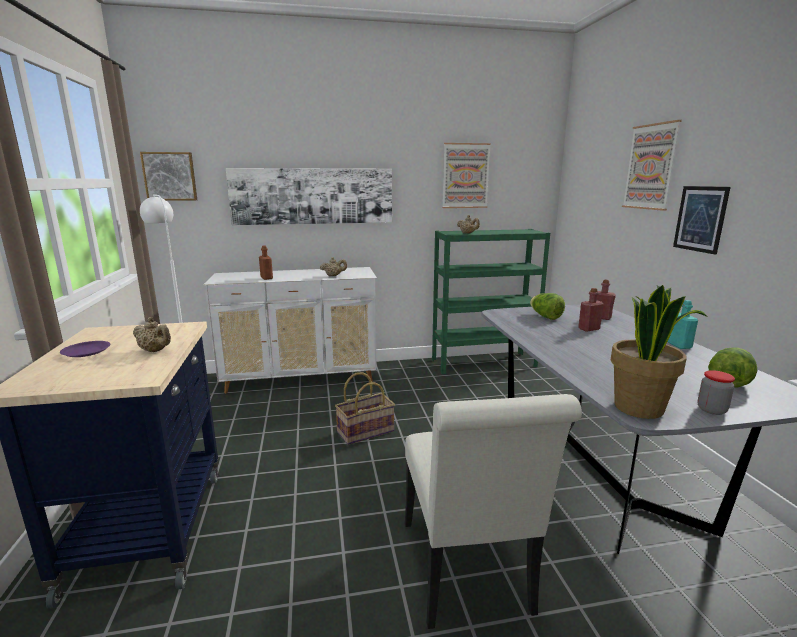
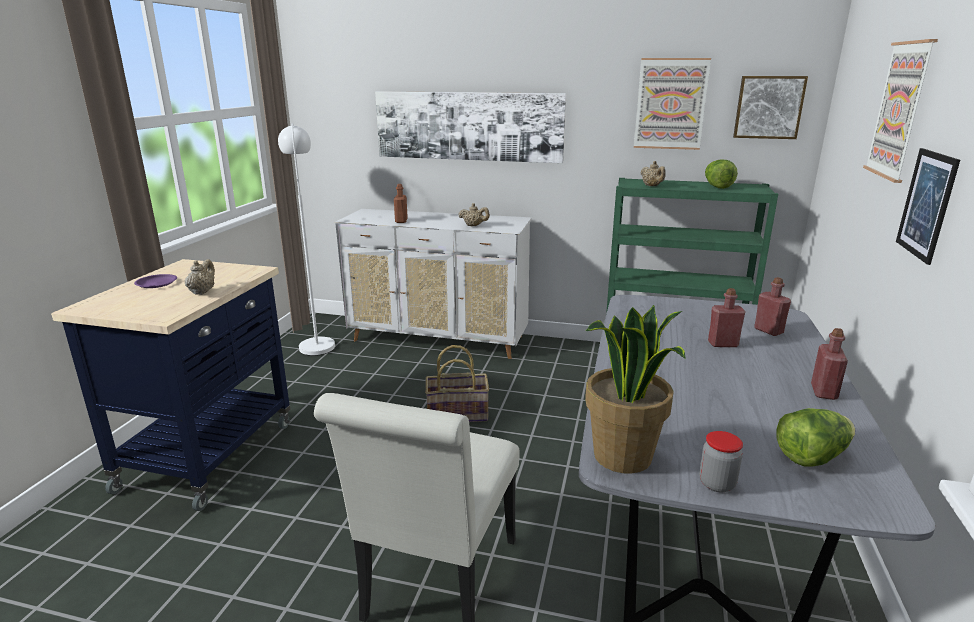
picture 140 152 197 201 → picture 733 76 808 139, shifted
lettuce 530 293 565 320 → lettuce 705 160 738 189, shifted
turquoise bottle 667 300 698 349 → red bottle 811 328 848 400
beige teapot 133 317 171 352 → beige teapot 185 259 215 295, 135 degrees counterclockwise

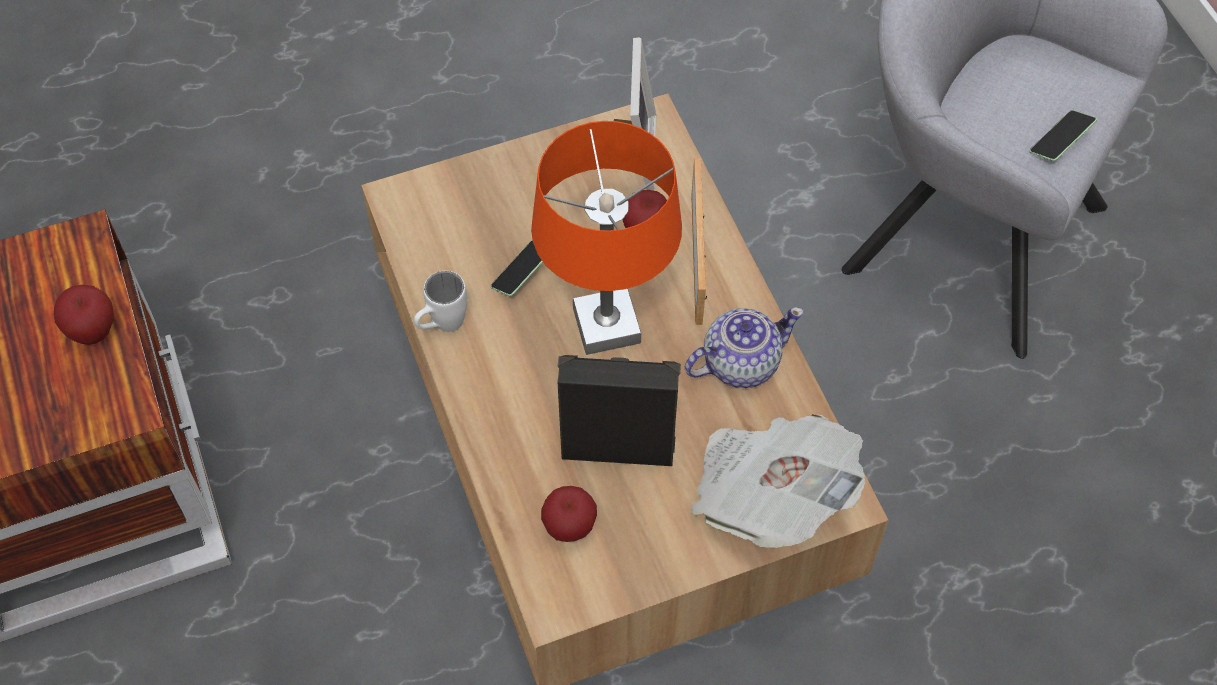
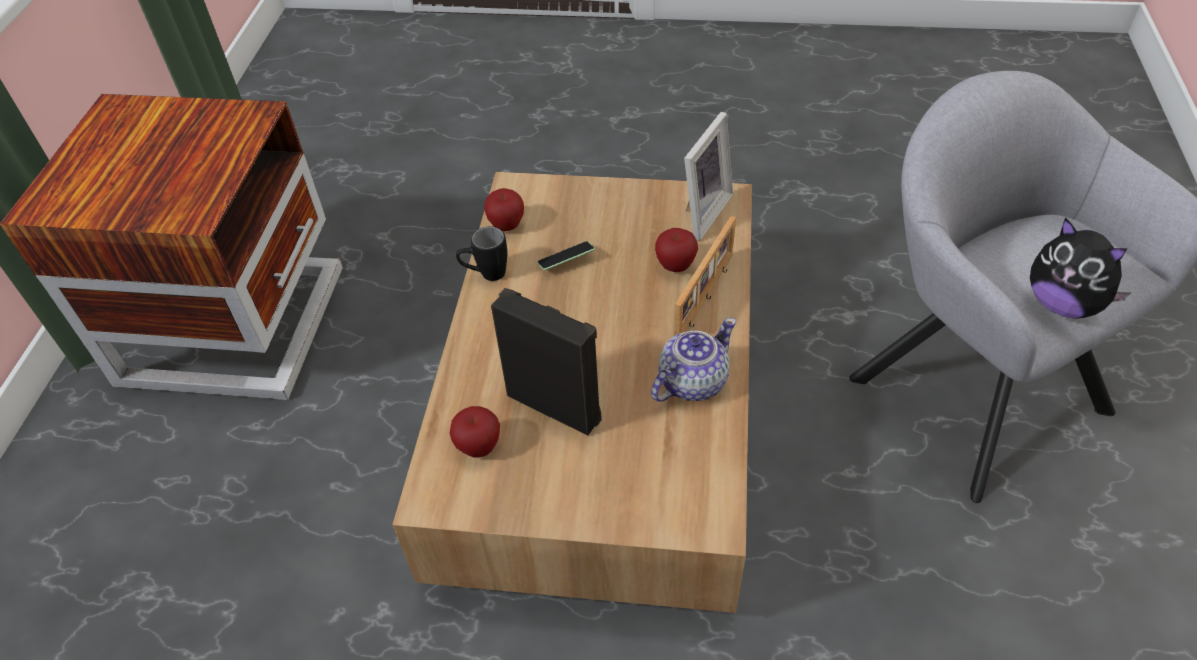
phone 1029 110 1097 161 → plush toy 1030 217 1131 319
orange table lamp 531 121 682 355 → -
white mug 414 271 467 332 → black mug 456 227 508 281
apple 54 284 114 345 → apple 484 188 524 232, shifted
teapot 685 307 804 388 → teapot 651 318 736 402, 45 degrees counterclockwise
newspaper 691 414 865 548 → -

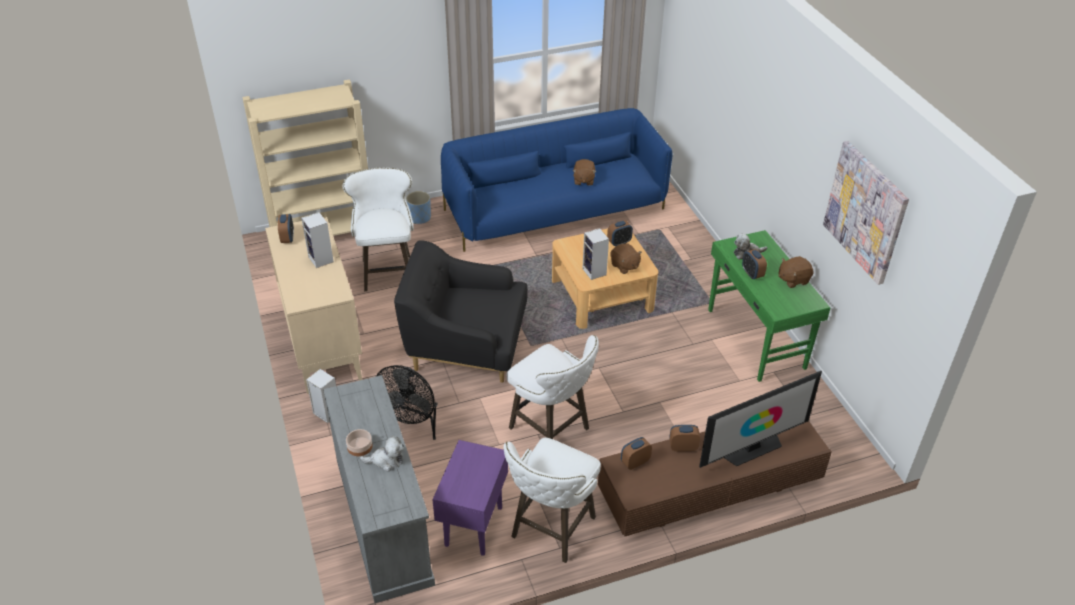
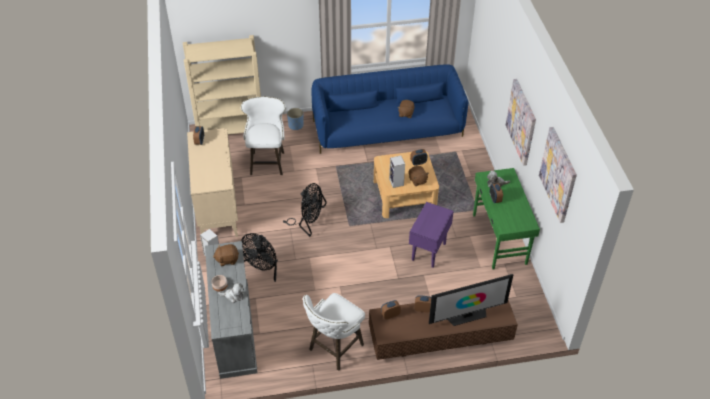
speaker 301 212 334 268 → -
black armchair 394 240 528 383 → black fan 283 183 327 237
brown plush toy 779 256 813 288 → brown plush toy 213 244 239 266, shifted
white stool 507 335 599 439 → -
purple side table 432 440 508 556 → purple side table 409 202 454 268, shifted
- → picture 506 79 536 166

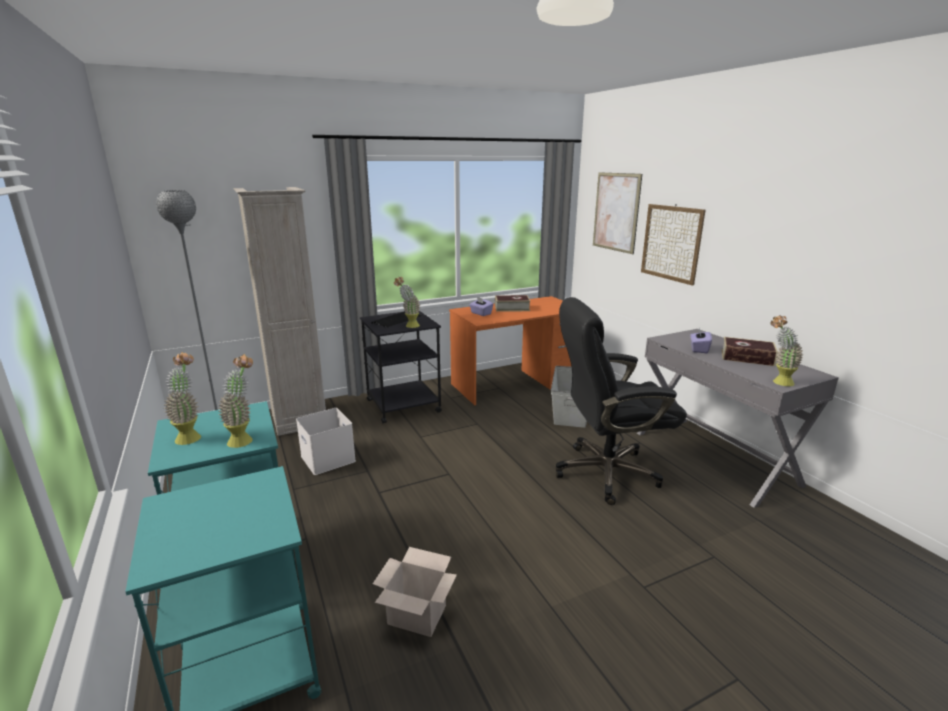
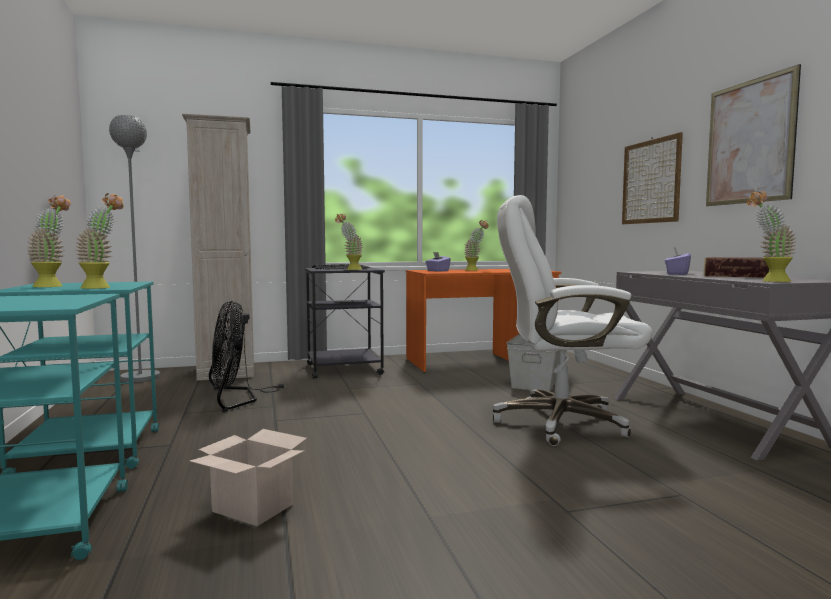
picture 593 172 642 254 → picture 706 64 801 206, shifted
book 495 295 531 312 → potted plant 464 220 489 271
black office chair 556 297 687 505 → white office chair 493 195 652 446
white storage box 296 408 356 475 → black fan 209 301 285 412

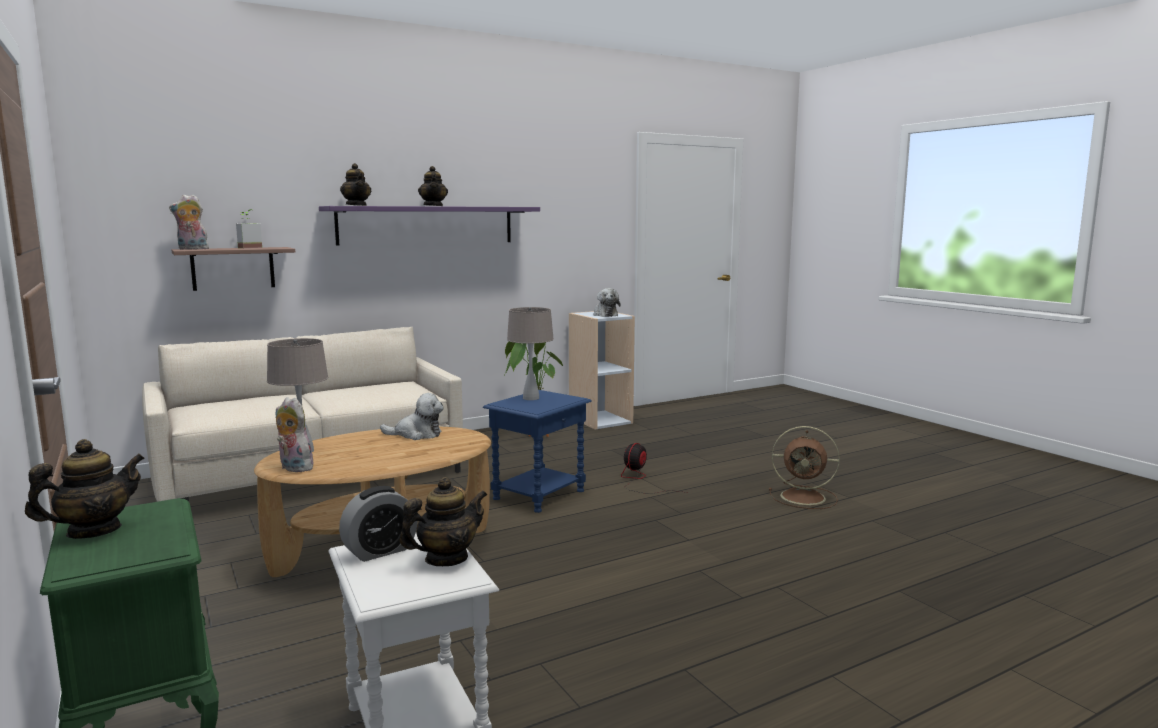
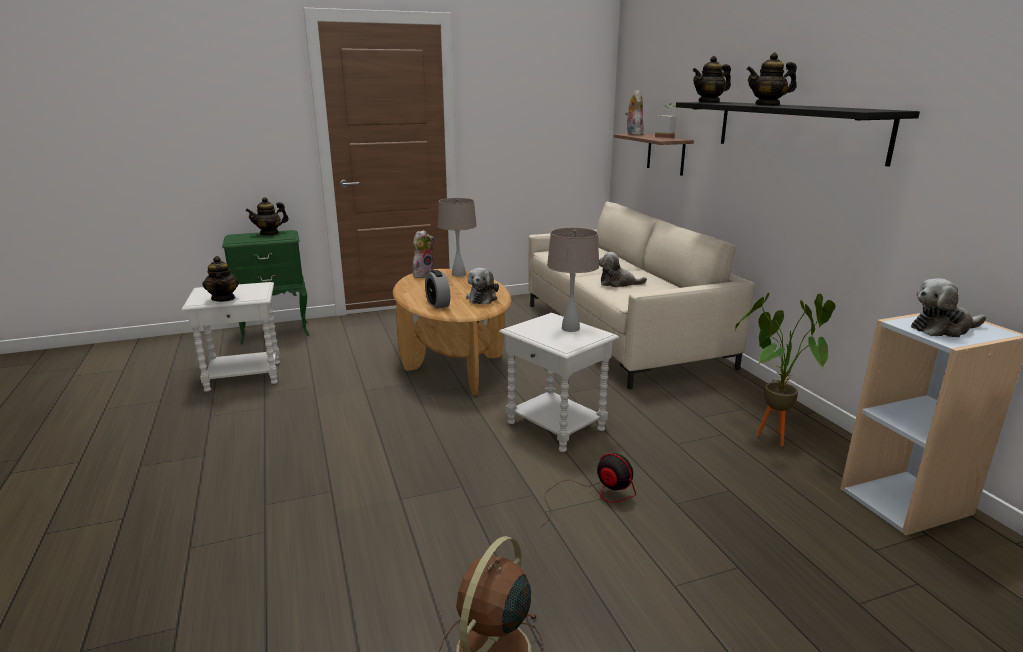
purple shelf 319 206 540 246 → black shelf 676 102 920 167
blue side table 483 390 592 513 → white side table 499 313 619 452
teapot 25 439 145 539 → teapot 245 197 288 236, 90 degrees clockwise
alarm clock 339 486 417 562 → alarm clock 425 270 450 309, shifted
- → plush toy 599 252 647 287

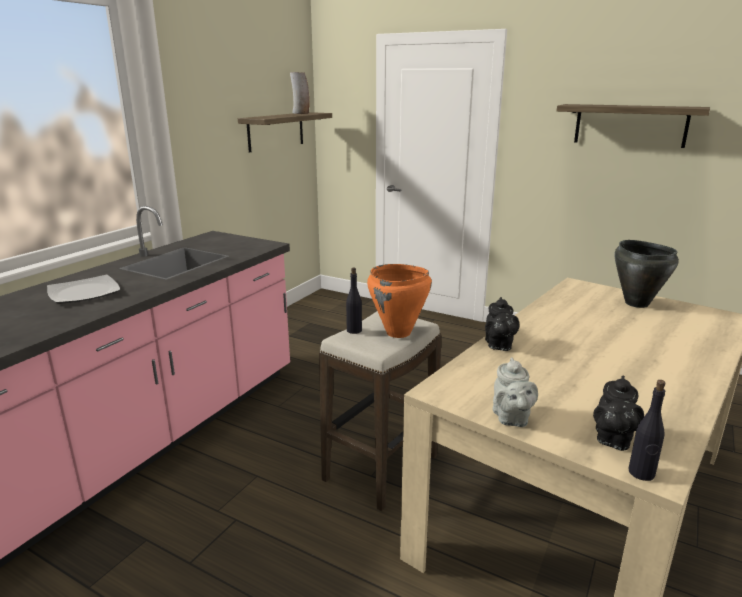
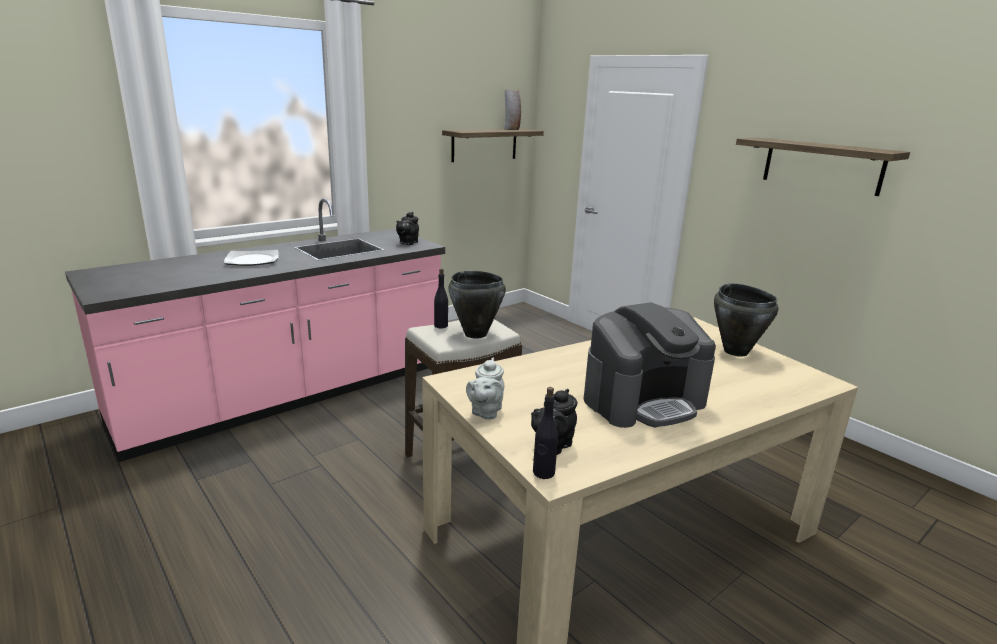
orange cooking pot 367 264 432 338 → black cooking pot 448 271 506 339
black teapot 485 297 519 351 → black teapot 396 212 419 245, shifted
- → coffee machine 584 302 716 428

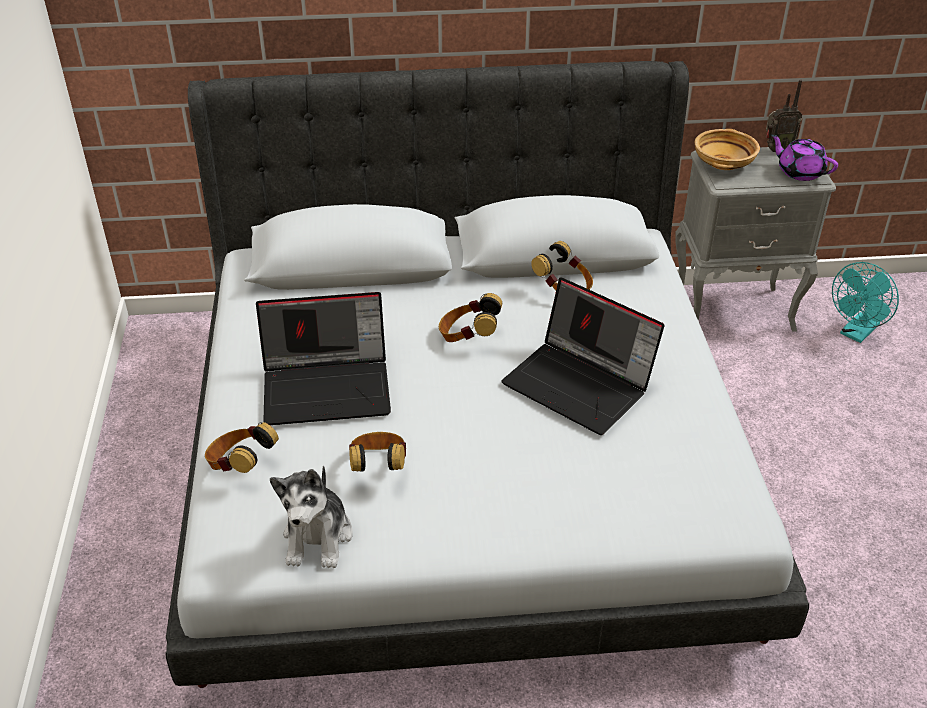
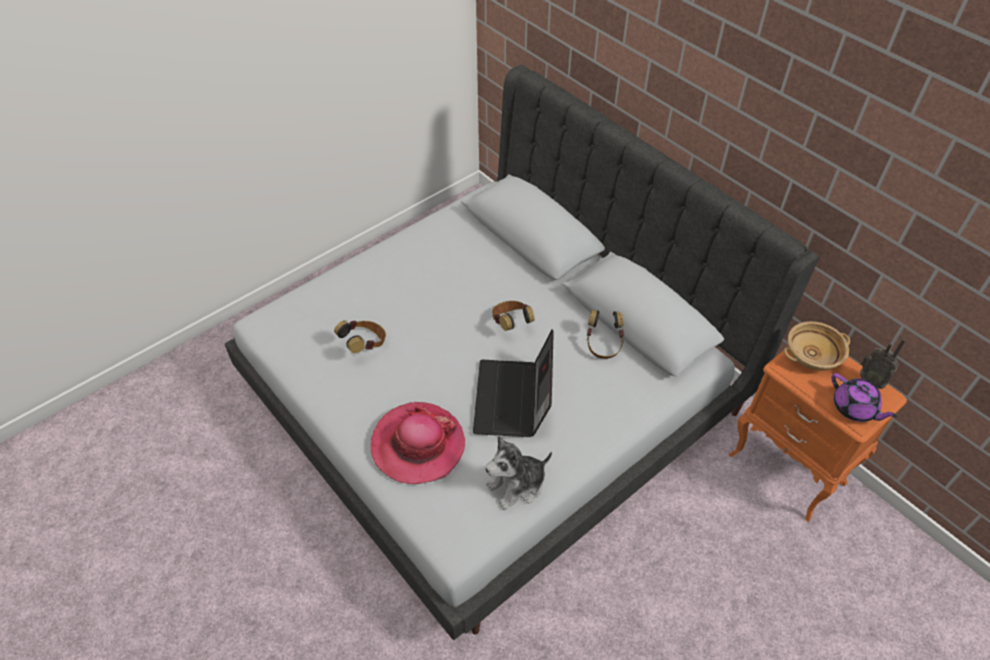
purple teapot 771 134 838 181 → purple teapot 831 373 897 422, 135 degrees clockwise
grey nightstand 675 147 836 331 → orange nightstand 729 350 907 522
turquoise fan 832 262 899 343 → -
laptop 256 292 391 425 → -
headphones 205 422 279 473 → -
plush toy 270 465 353 569 → plush toy 485 435 552 510, shifted
- → hat 371 402 465 484

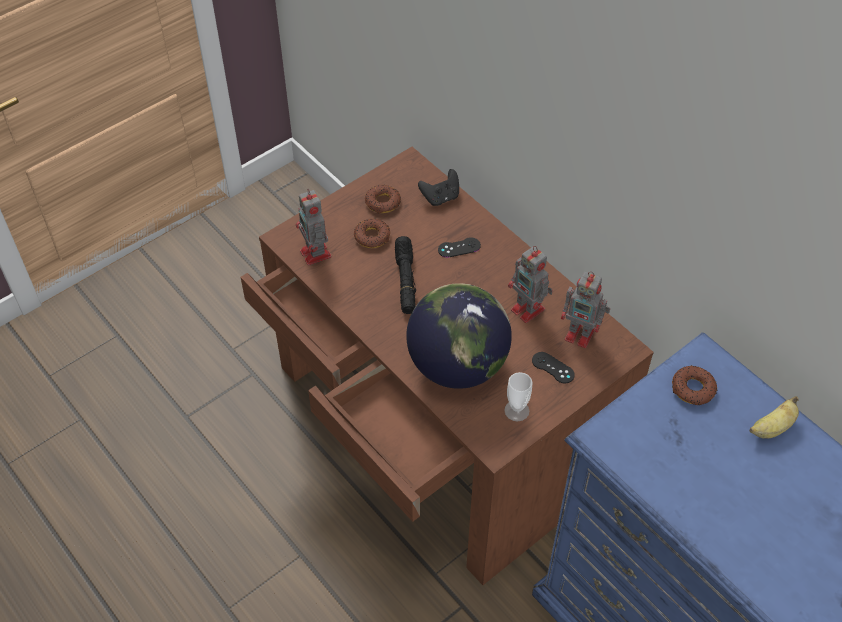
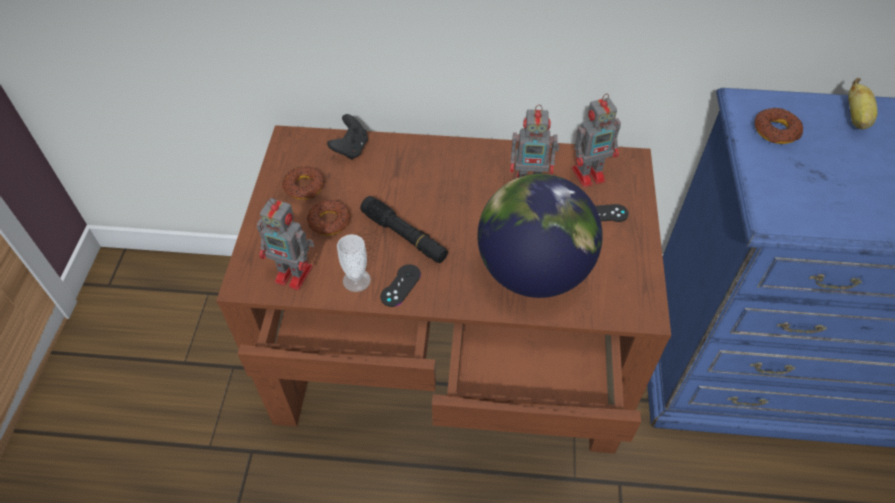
black game controller 438 237 481 258 → black game controller 380 264 421 307, shifted
cup 504 372 533 422 → cup 337 234 371 292, shifted

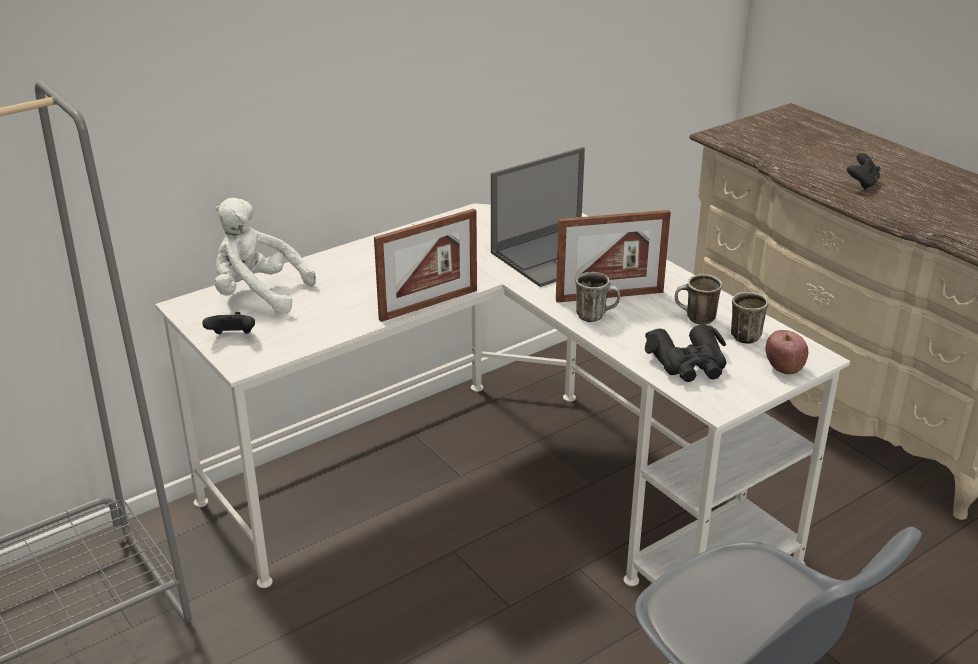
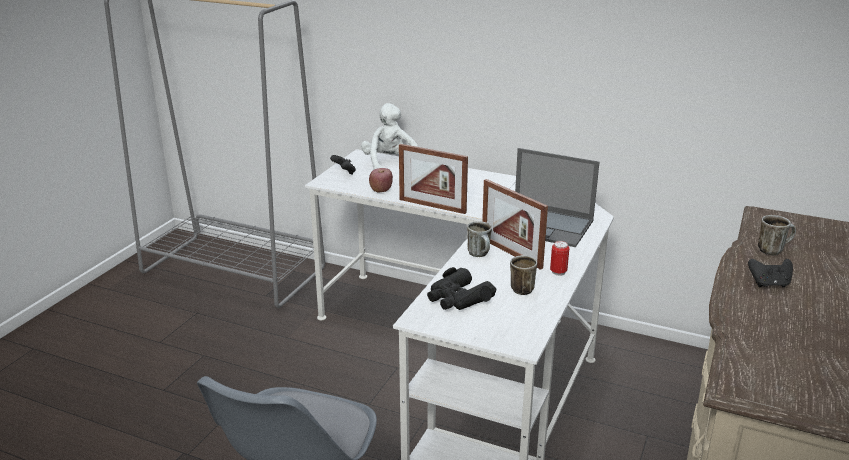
mug 731 292 768 344 → mug 758 215 796 256, shifted
apple 766 330 808 374 → apple 369 168 393 192, shifted
- → can 550 241 569 276

